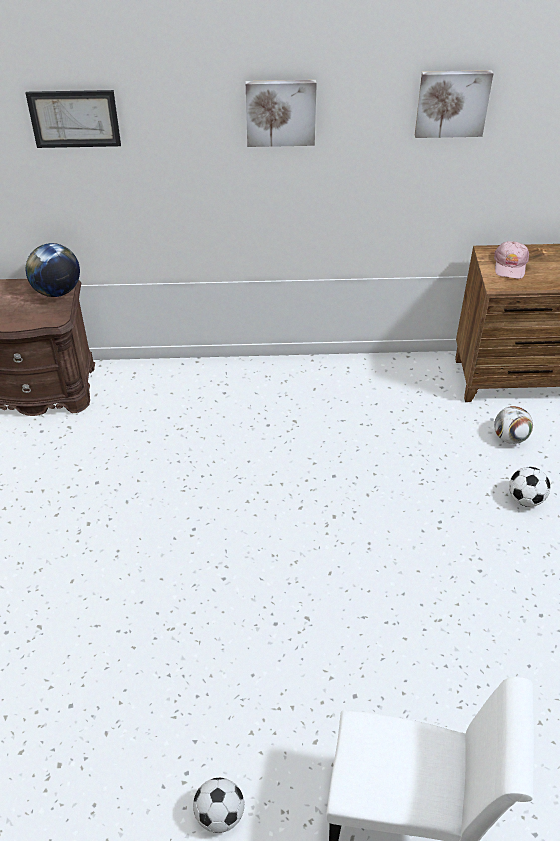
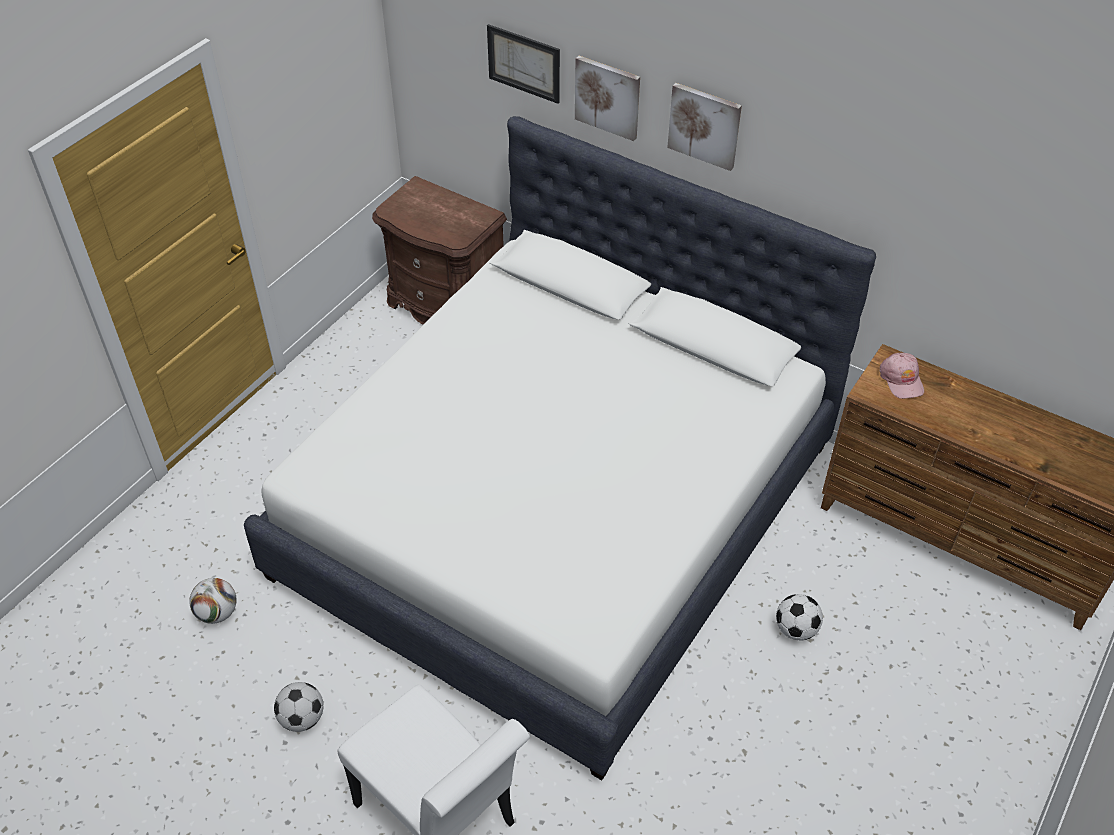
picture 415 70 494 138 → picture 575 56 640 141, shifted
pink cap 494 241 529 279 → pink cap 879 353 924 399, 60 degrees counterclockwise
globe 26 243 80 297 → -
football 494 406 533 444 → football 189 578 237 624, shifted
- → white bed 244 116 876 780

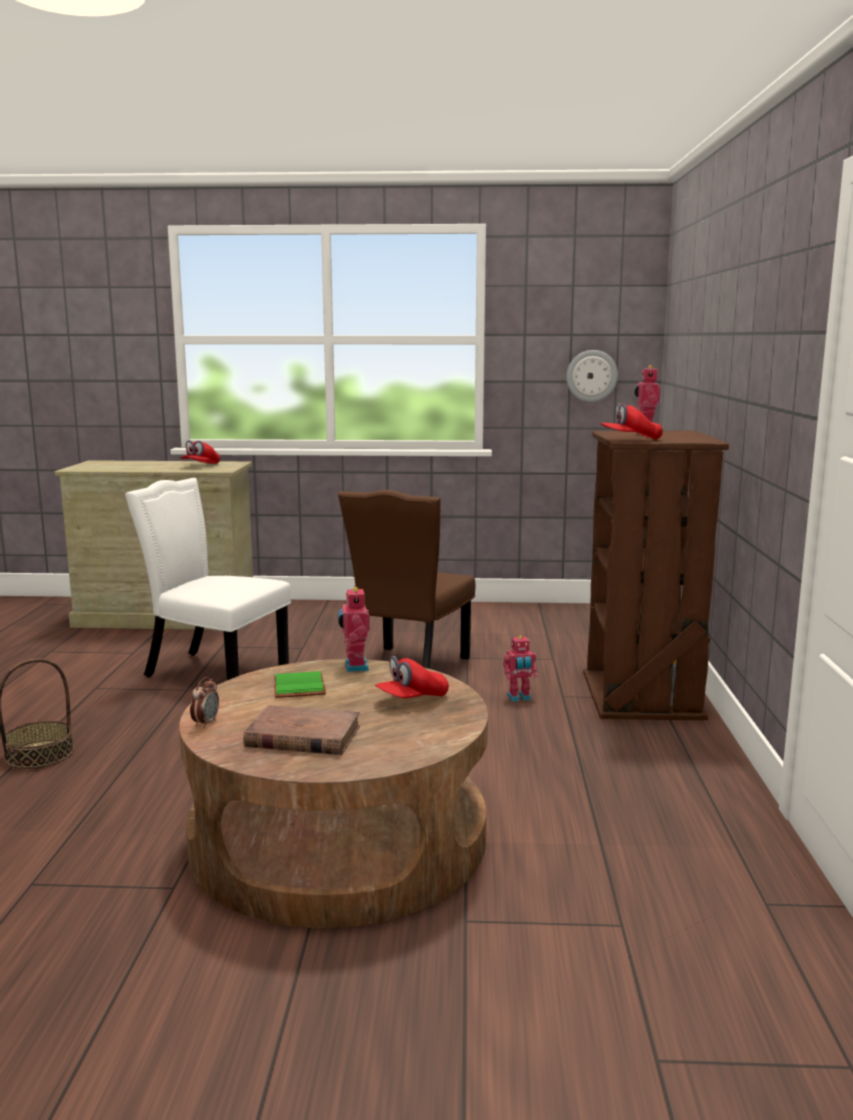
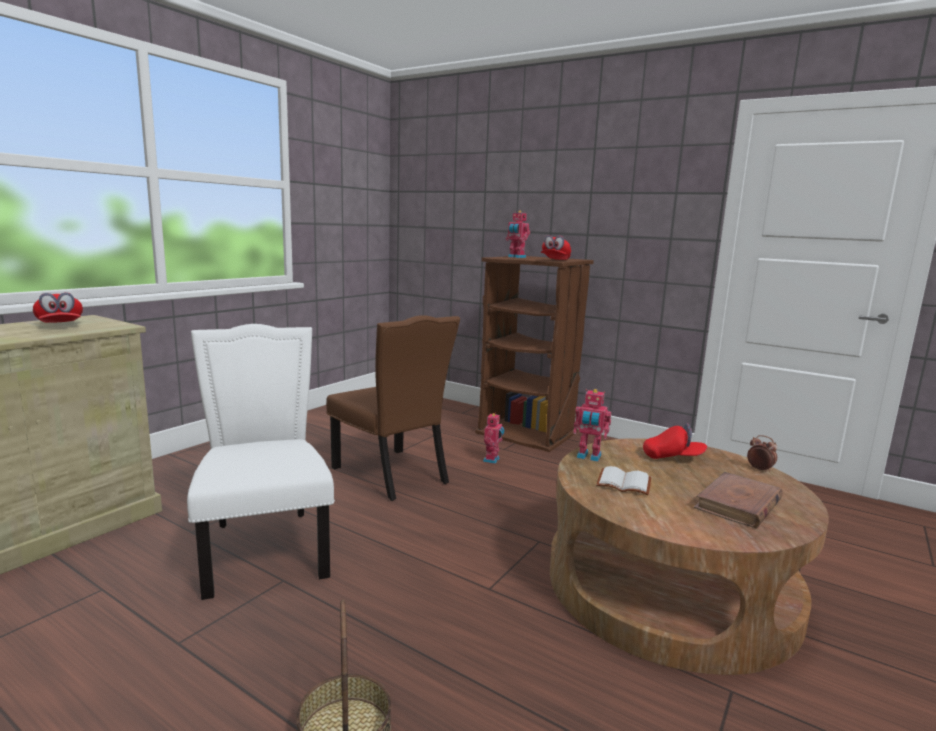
wall clock 566 350 618 402 → -
white chair 125 478 291 680 → white chair 187 324 335 600, 105 degrees clockwise
red cap 375 656 449 698 → red cap 643 423 707 459, 75 degrees counterclockwise
green book 274 671 326 698 → white book 596 466 651 495
alarm clock 190 677 219 728 → alarm clock 747 435 778 473, shifted

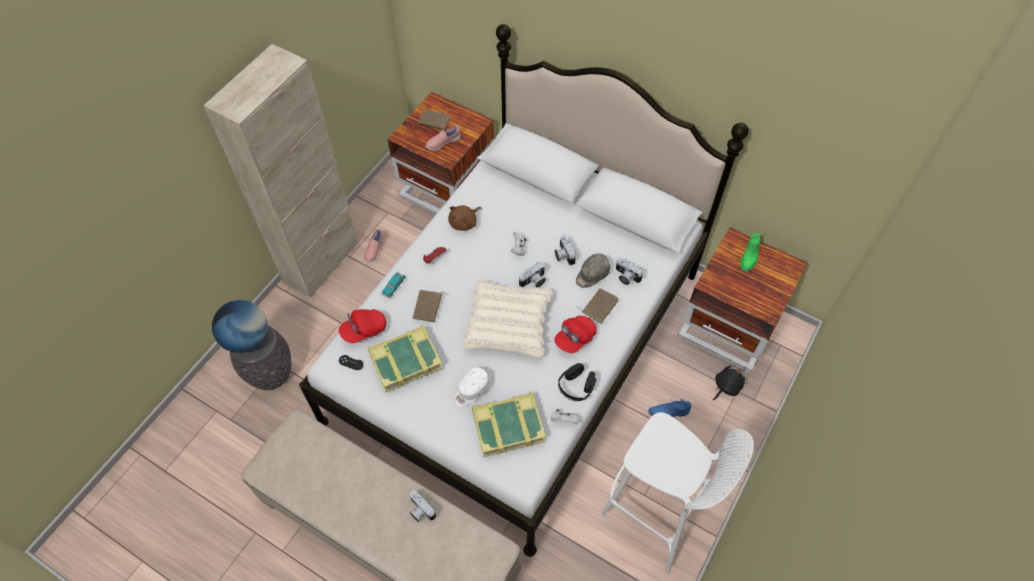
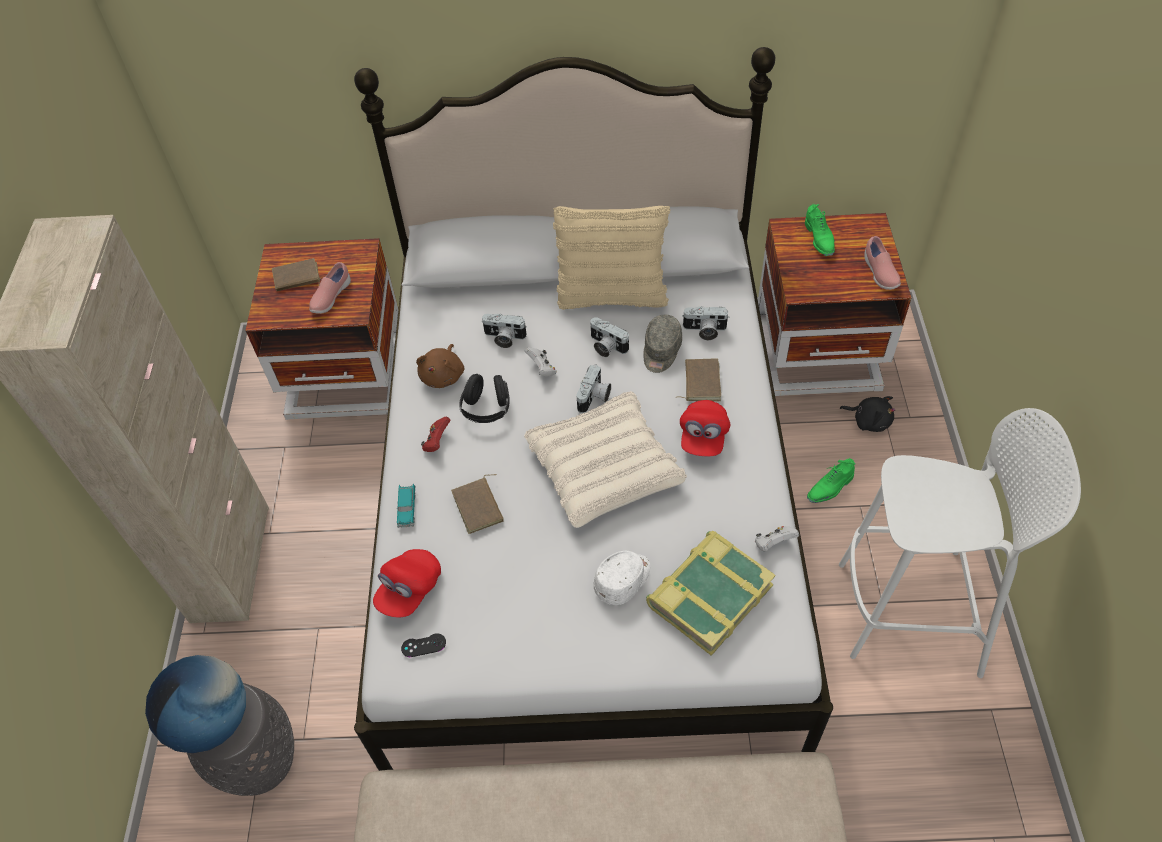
pink shoe 364 229 385 262 → pink shoe 864 236 901 290, shifted
book 367 325 443 392 → -
black headphones 558 363 596 401 → black headphones 459 374 510 423, shifted
black plush toy 713 365 745 401 → black plush toy 840 396 895 432, 105 degrees clockwise
white cap 454 367 490 406 → white cap 594 551 650 605, 150 degrees counterclockwise
blue shoe 648 399 691 417 → green shoe 807 458 855 503
photo camera 410 490 436 523 → photo camera 481 314 527 348, shifted
- → beige pillow 553 206 670 310

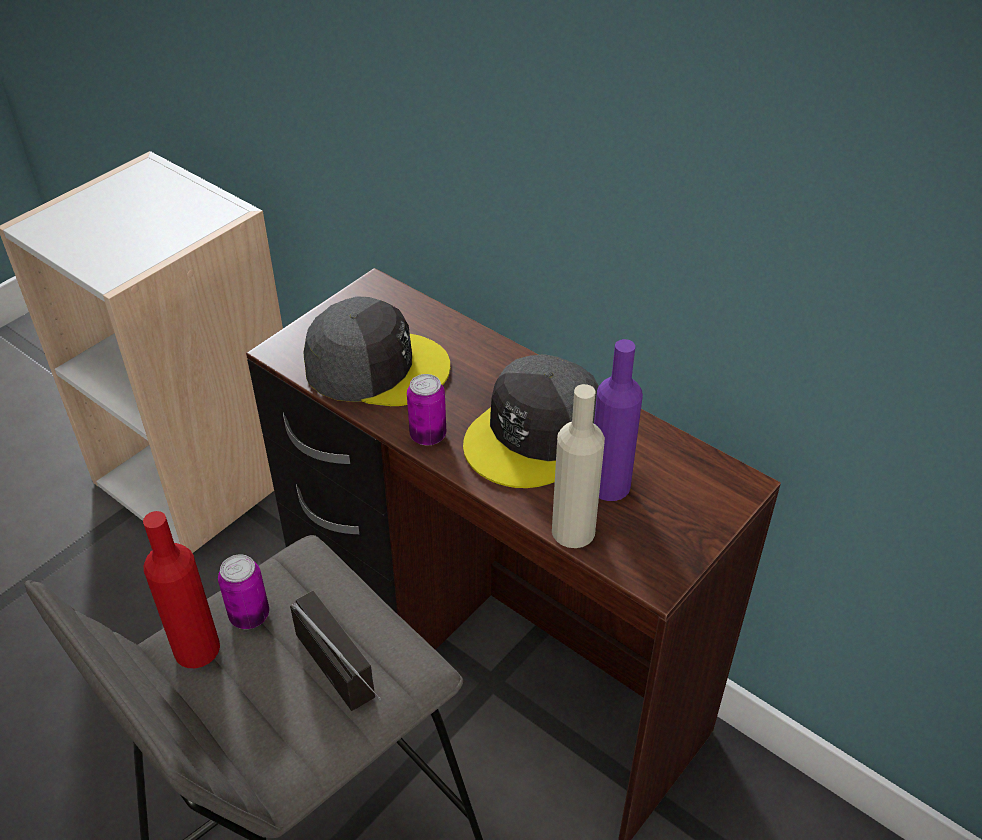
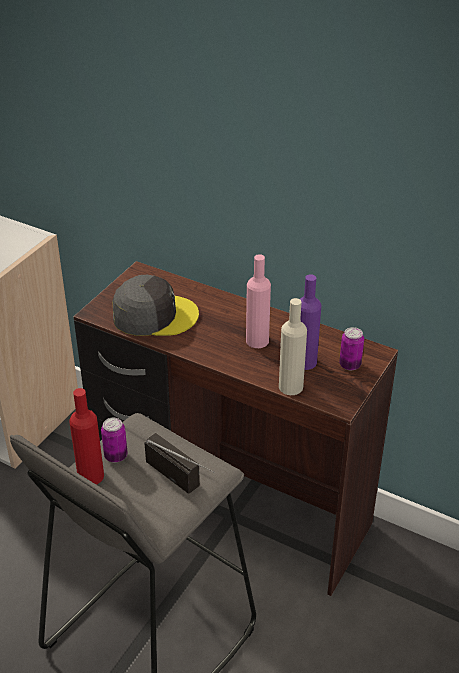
grey cap 463 354 599 488 → pink bottle 246 254 271 348
can 407 374 446 445 → can 339 327 364 370, shifted

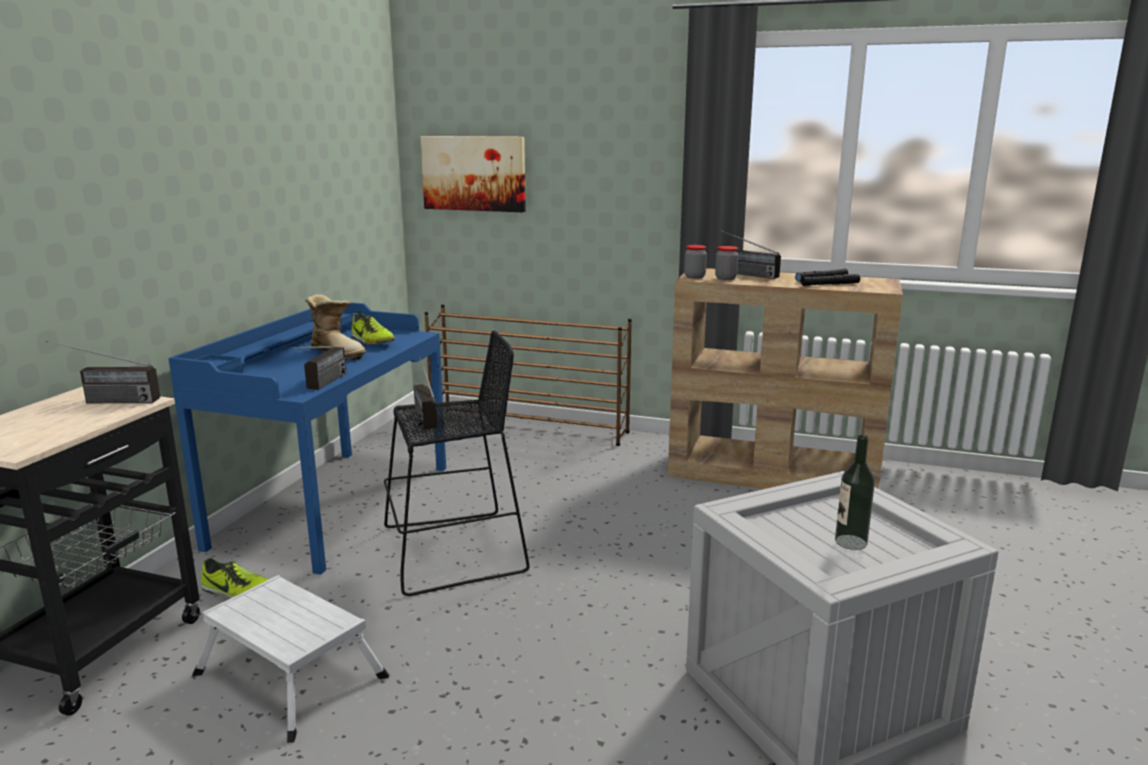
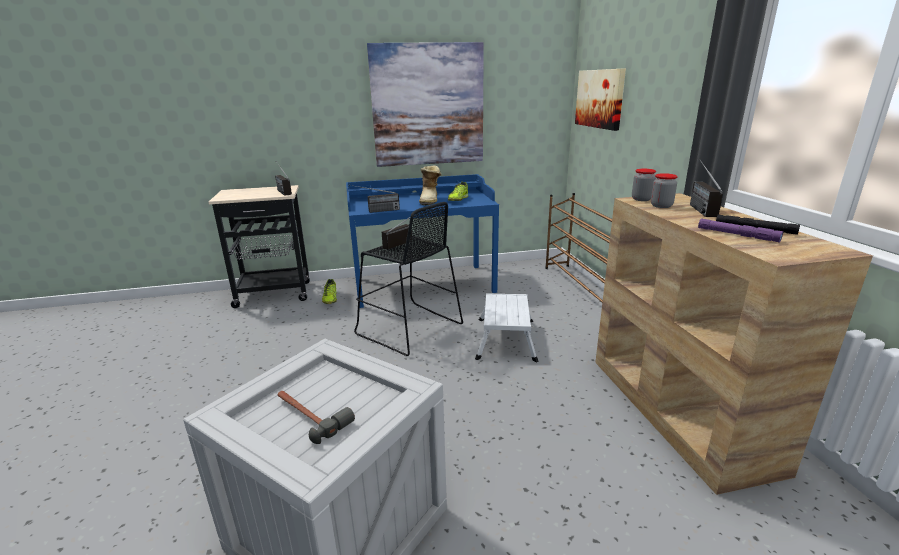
black flashlight 801 274 860 286 → purple flashlight 698 218 783 243
bottle 835 435 875 550 → hammer 277 391 355 444
white step ladder 192 575 389 743 → white step ladder 475 293 538 363, shifted
- → picture 367 42 484 167

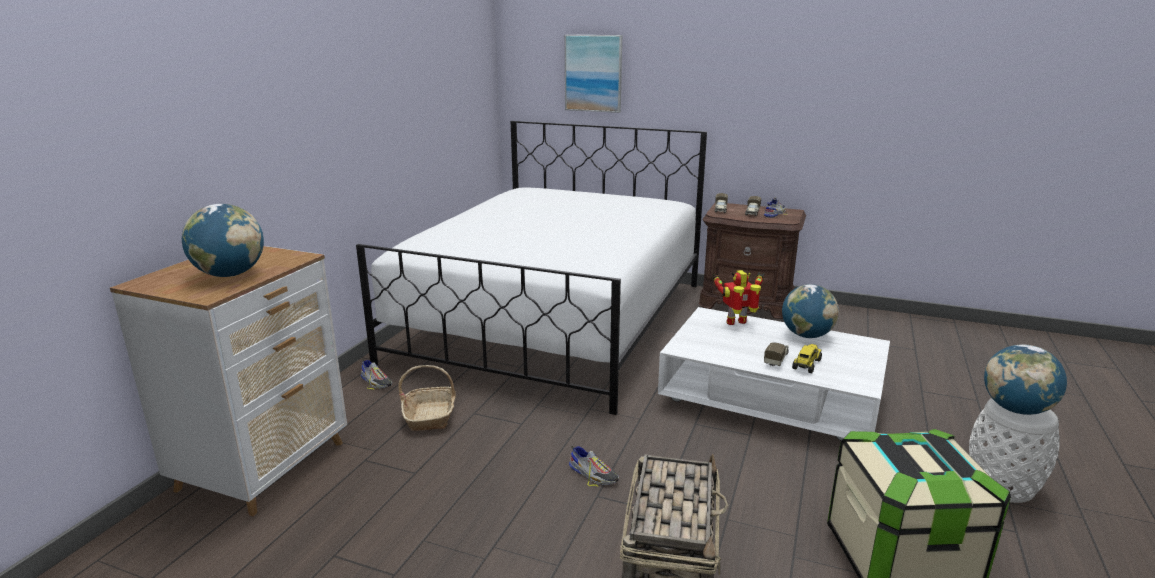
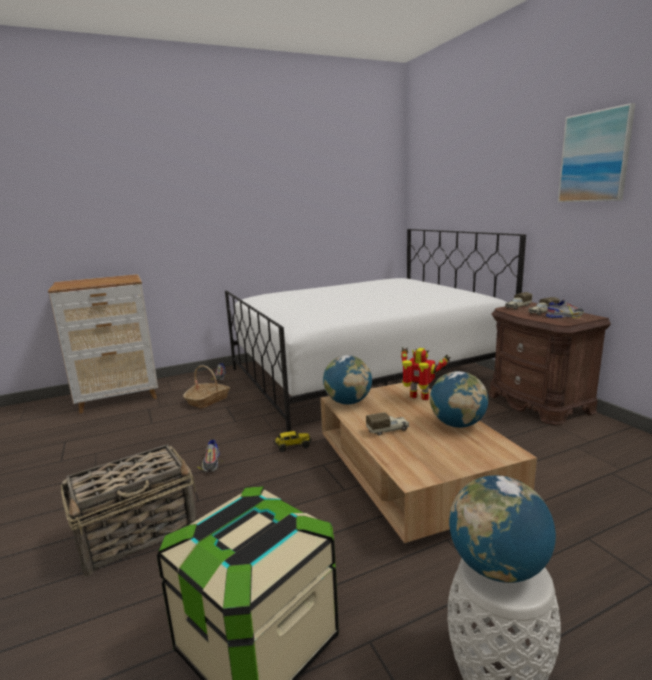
picture 565 35 622 113 → picture 558 103 635 202, shifted
globe 182 204 264 277 → globe 323 355 372 405, shifted
white coffee table 658 307 890 441 → brown coffee table 320 383 537 543
toy truck 792 344 822 373 → toy truck 273 431 312 452, shifted

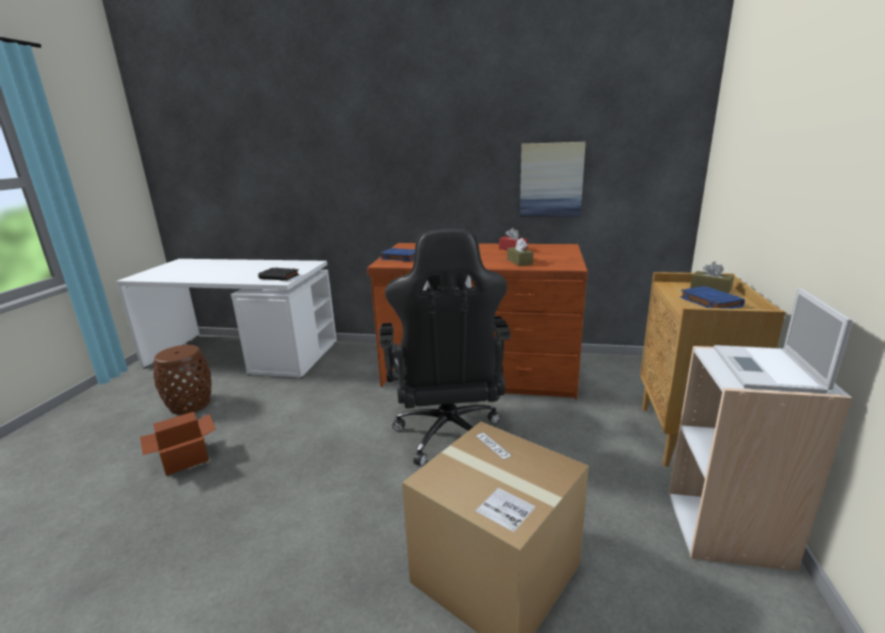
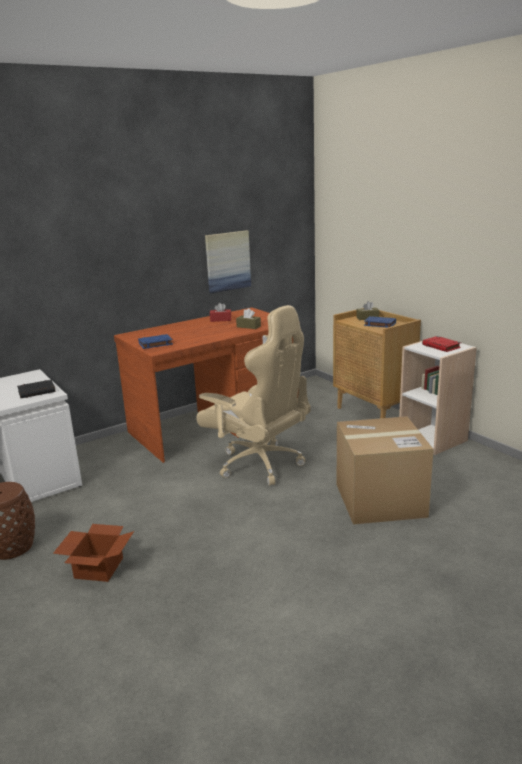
black office chair 379 229 511 466 → beige office chair 196 305 311 486
laptop 714 288 853 394 → red book 422 336 461 352

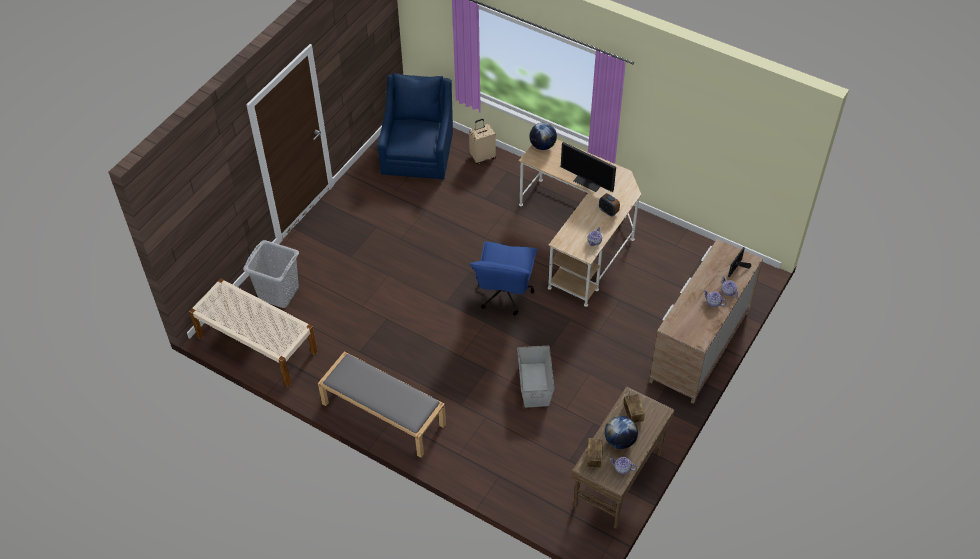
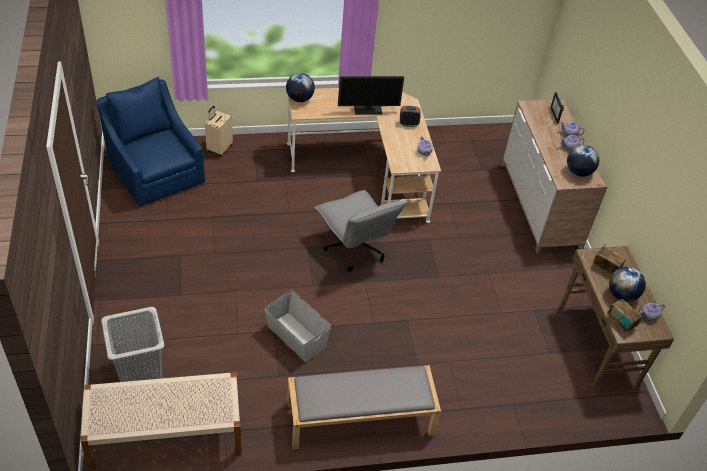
blue office chair 469 241 538 316 → grey office chair 314 190 409 272
grey storage box 517 346 554 408 → grey storage box 265 290 331 362, shifted
- → globe 567 145 599 176

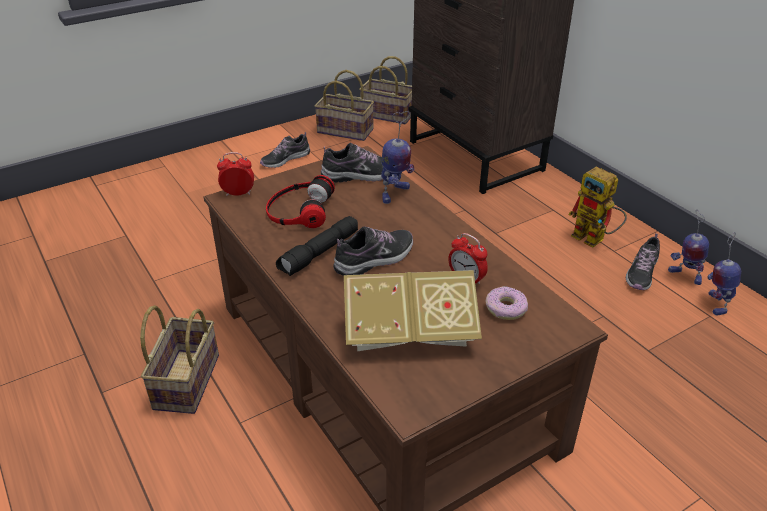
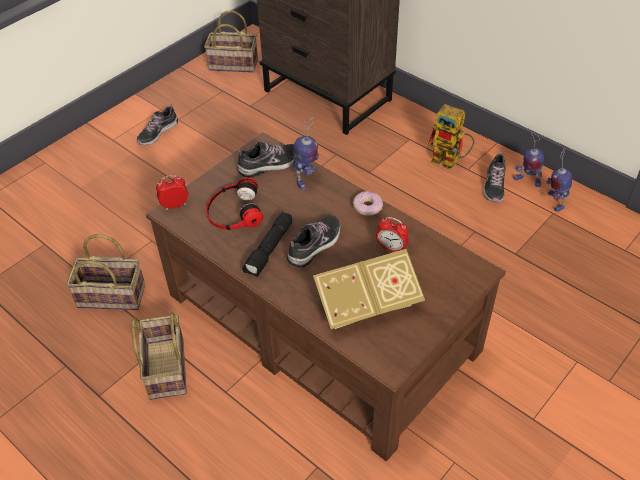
basket 315 70 374 141 → basket 66 234 145 310, shifted
donut 486 286 528 320 → donut 353 191 383 216, shifted

